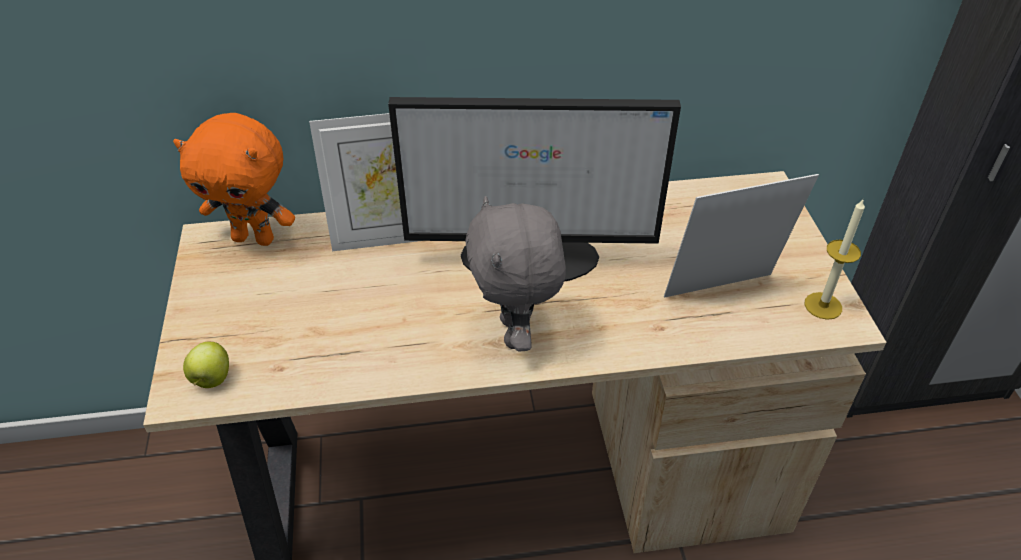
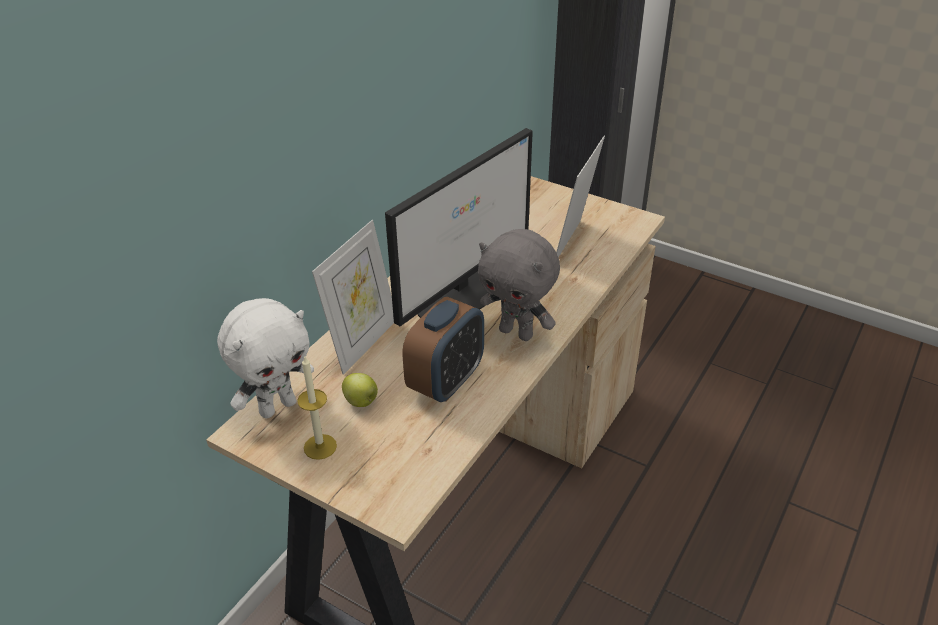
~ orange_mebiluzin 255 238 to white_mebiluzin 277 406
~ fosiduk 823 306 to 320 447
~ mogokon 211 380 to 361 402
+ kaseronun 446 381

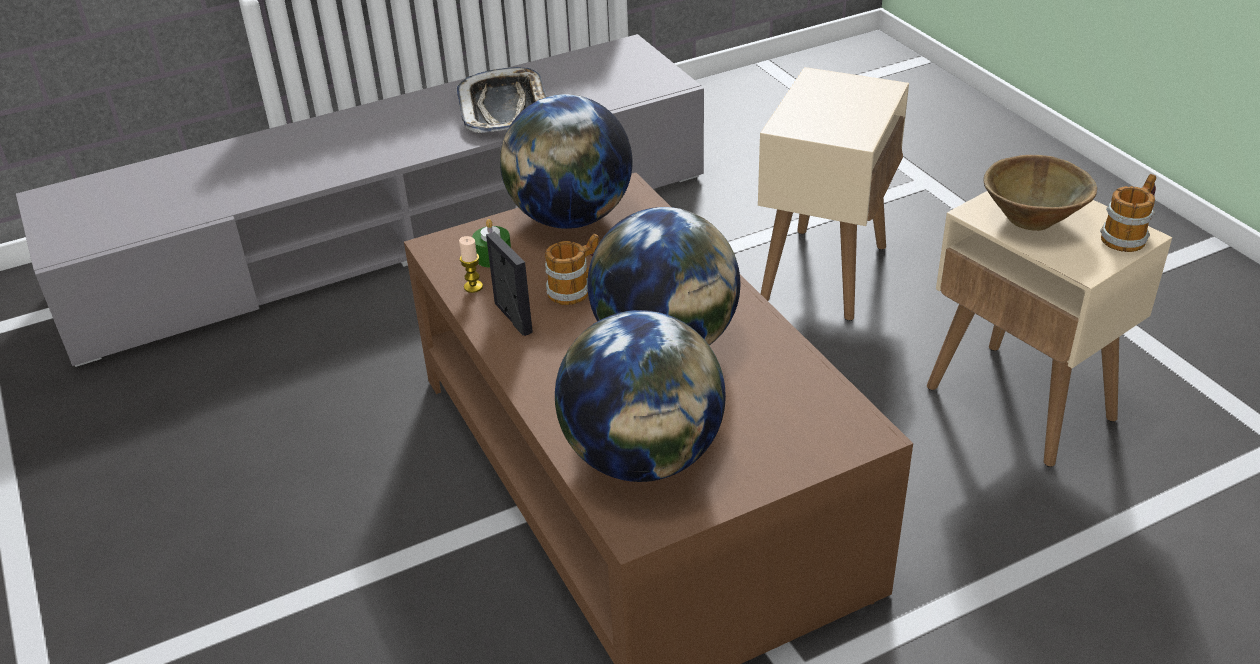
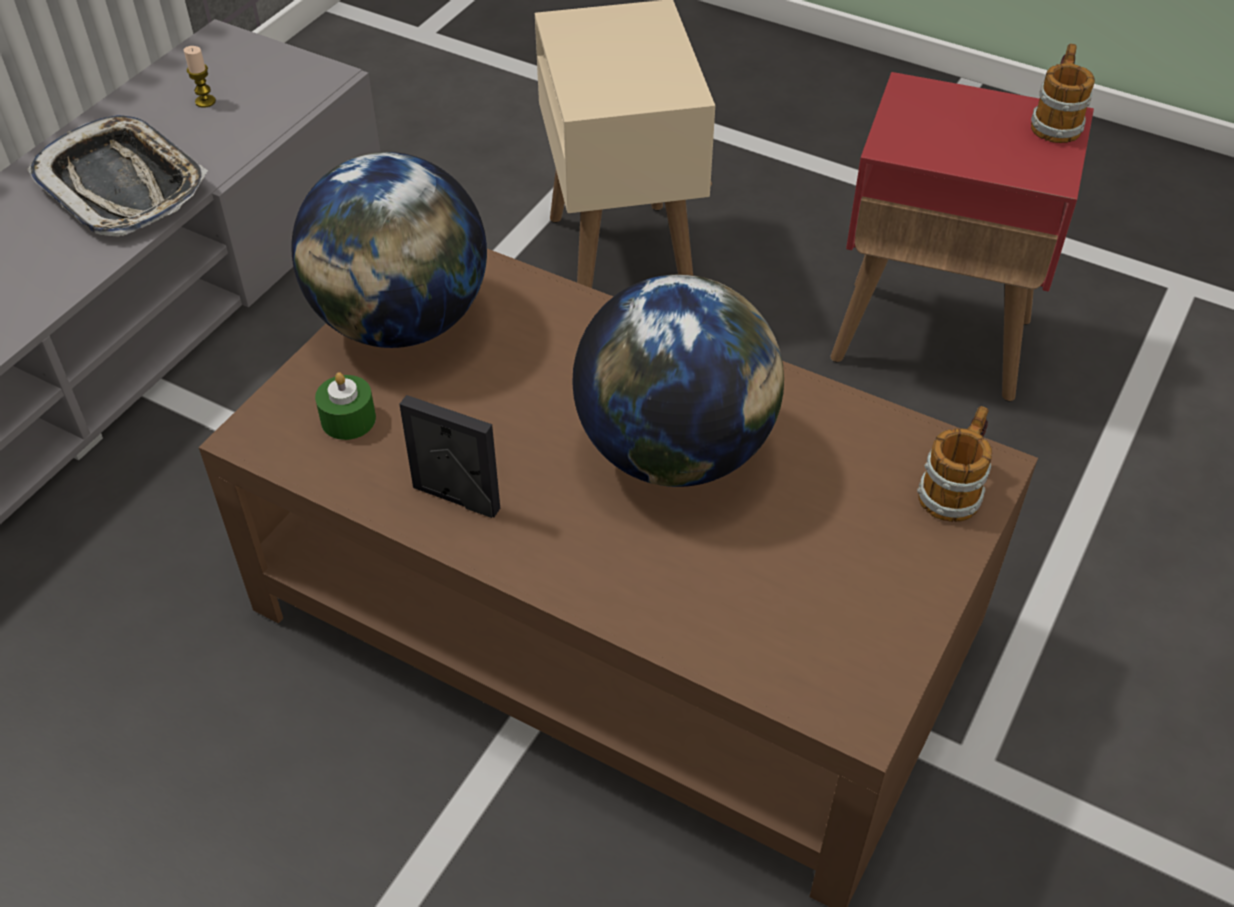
- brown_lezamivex 1031 220
~ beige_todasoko 1021 404 to red_todasoko 933 340
~ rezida 577 290 to 954 489
~ fosiduk 473 287 to 205 101
- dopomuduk 642 458

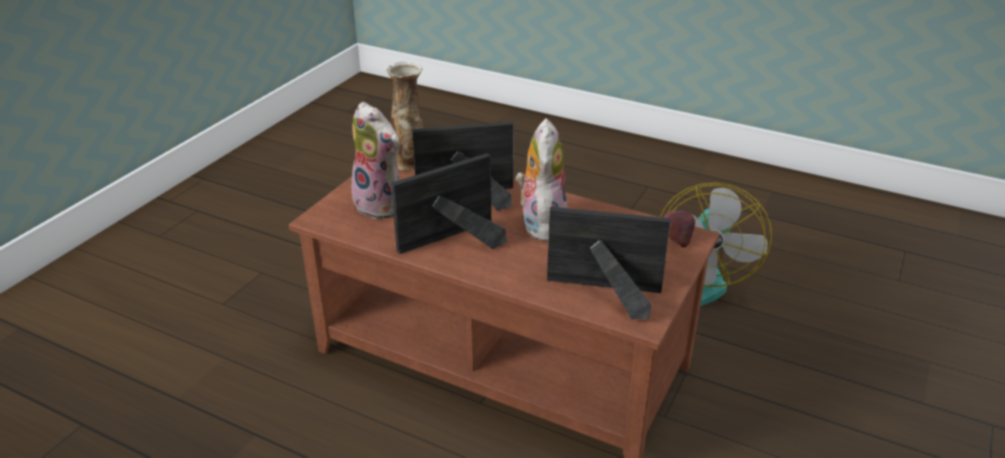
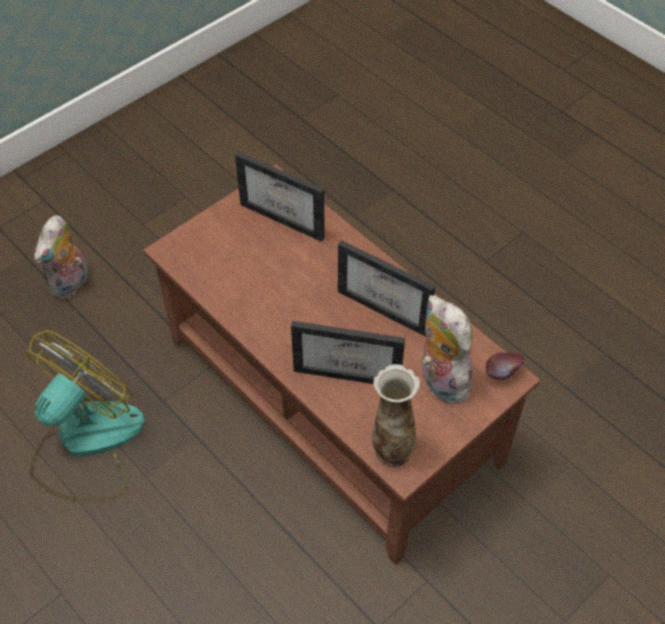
~ mebiluzin 540 223 to 71 284
~ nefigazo 448 242 = 389 306 45 degrees clockwise
~ mogokon 676 240 to 501 373

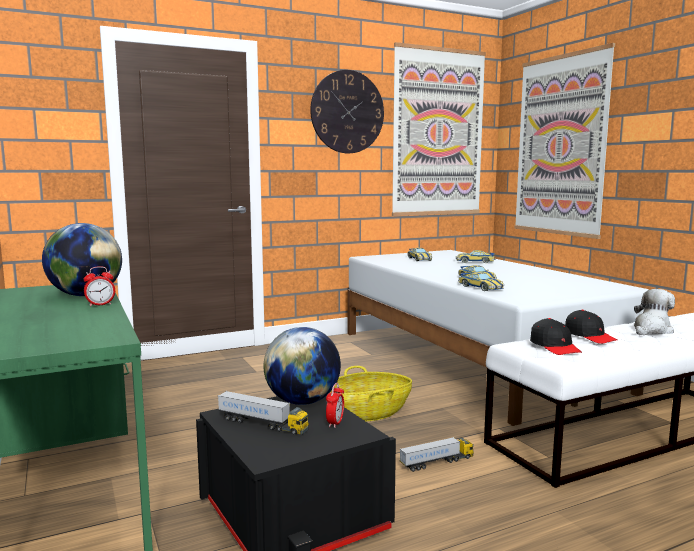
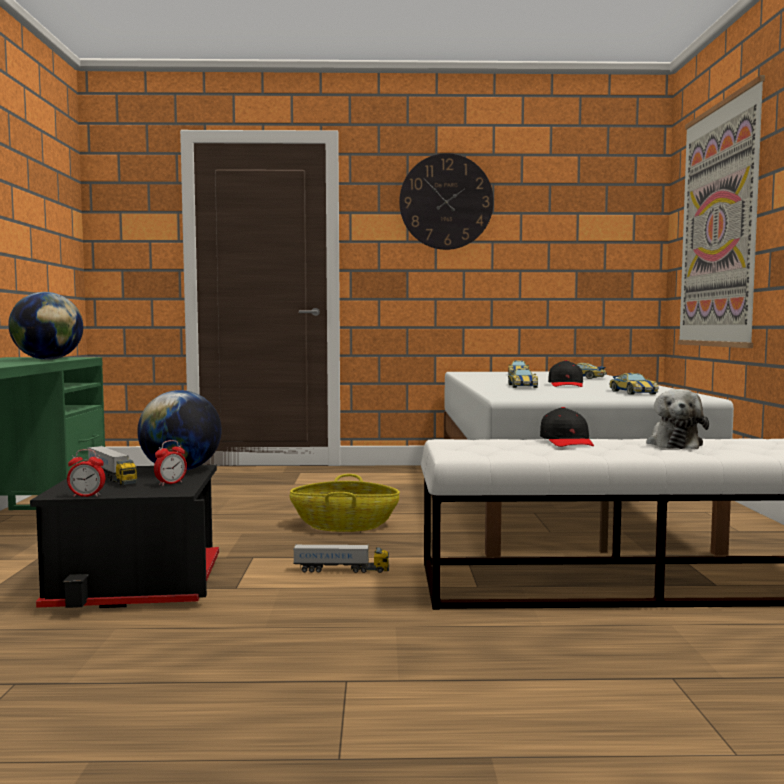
- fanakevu 438 133
~ kaseronun 100 305 to 87 496
~ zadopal 480 287 to 633 392
~ mebiluzin 651 330 = 674 444 120 degrees clockwise
~ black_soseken 555 346 to 566 385

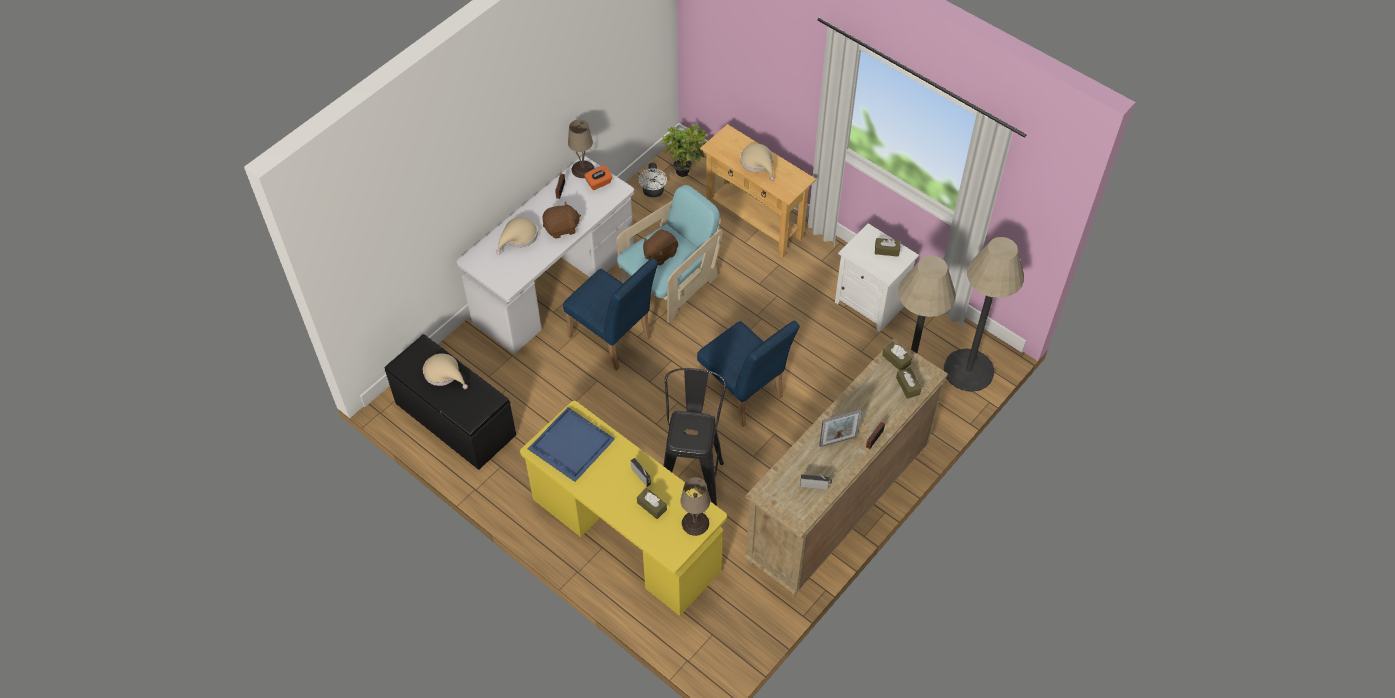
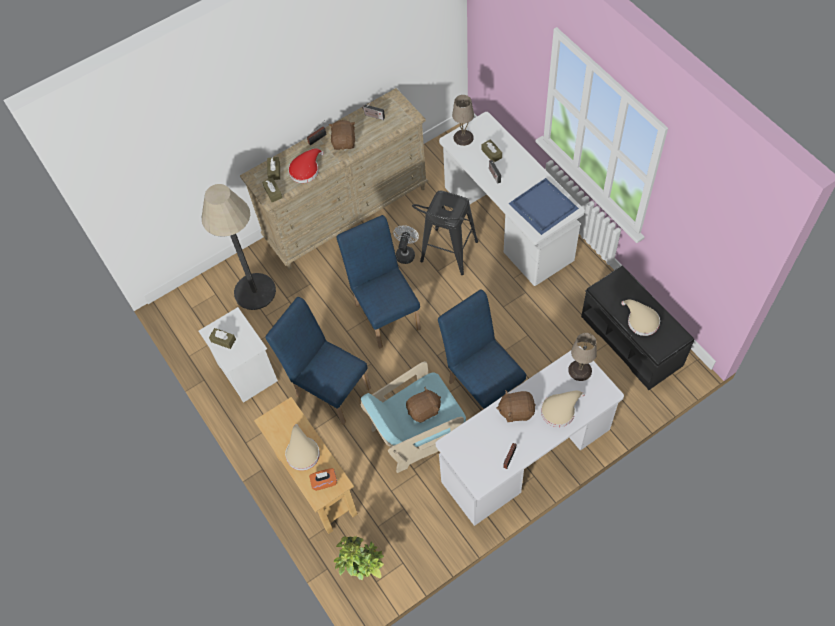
~ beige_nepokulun 583 169 to 579 370
~ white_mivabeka 653 192 to 406 253
~ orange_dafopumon 599 183 to 324 482
- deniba 968 370
~ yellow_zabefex 626 535 to white_zabefex 507 223
~ nefigazo 838 441 to brown_mebiluzin 344 142
+ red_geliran 306 169
+ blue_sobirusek 329 388

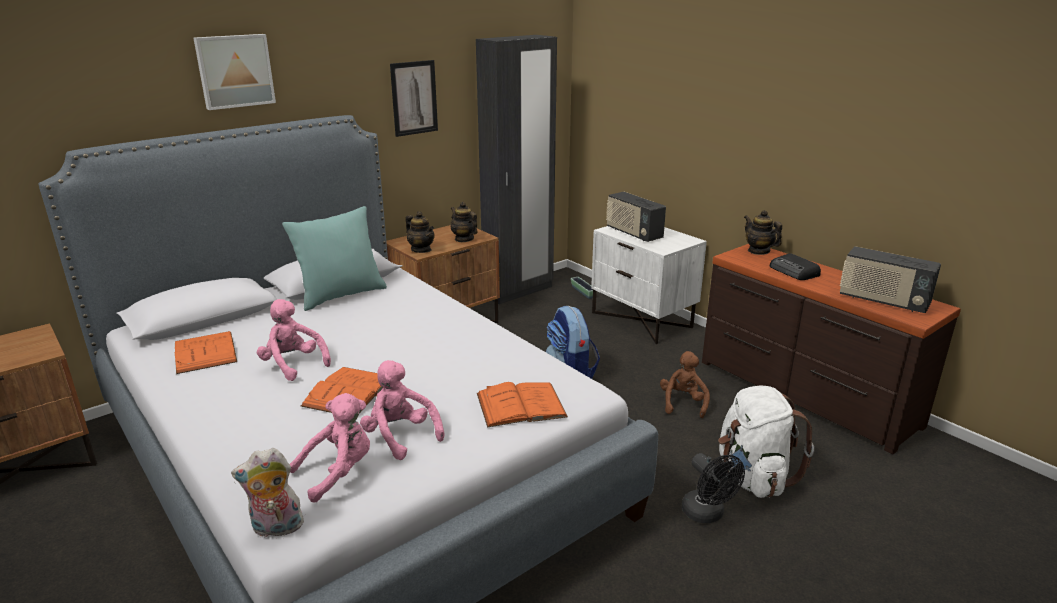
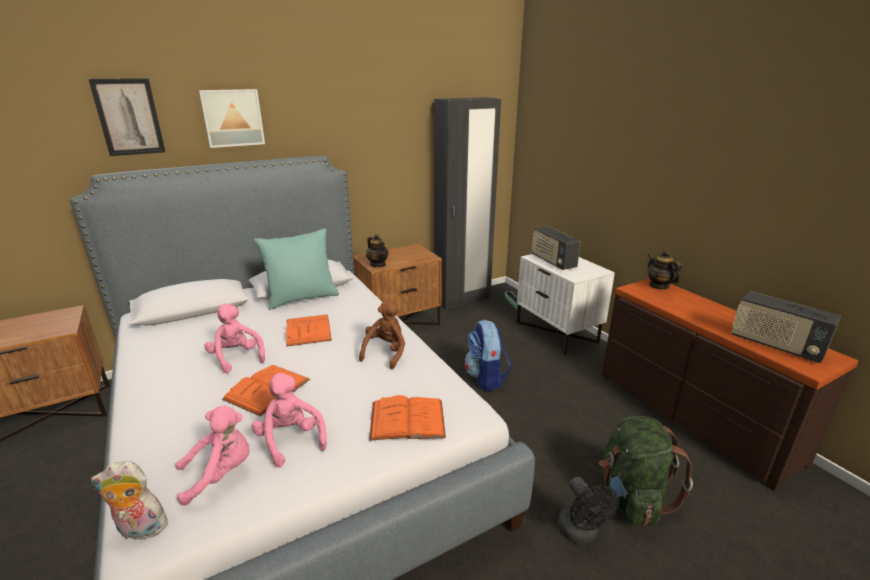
~ fanakevu 414 98 to 129 117
- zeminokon 464 239
- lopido 794 272
~ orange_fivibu 205 352 to 308 330
~ brown_mebiluzin 683 403 to 385 353
~ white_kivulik 753 477 to green_kivulik 631 498

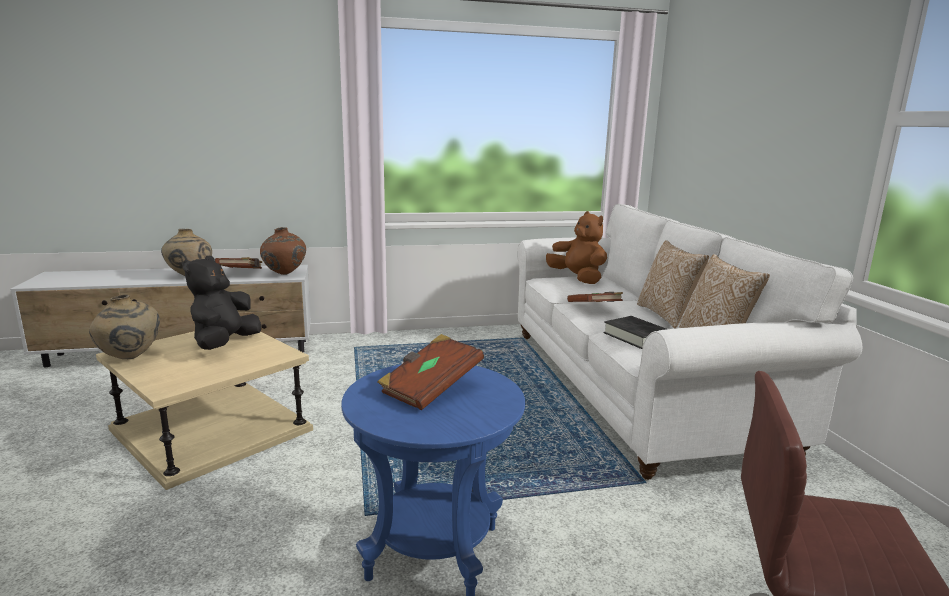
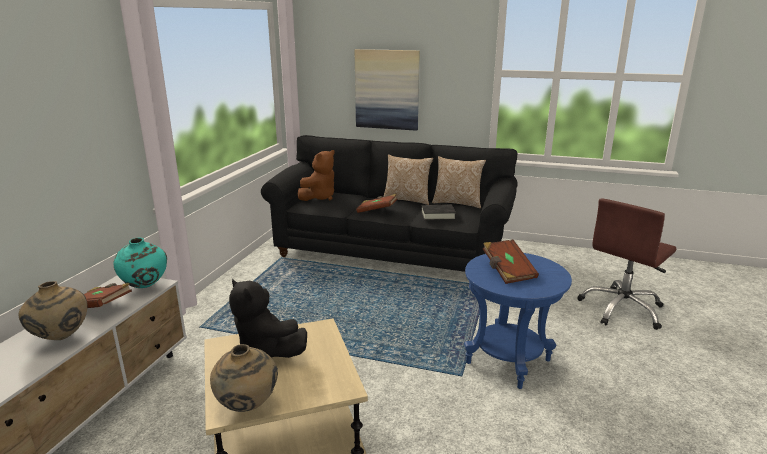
~ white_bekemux 632 387 to black_bekemux 391 252
~ brown_mebiluzin 578 279 = 319 197 135 degrees clockwise
~ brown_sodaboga 285 274 to turquoise_sodaboga 145 287
+ fanakevu 387 89

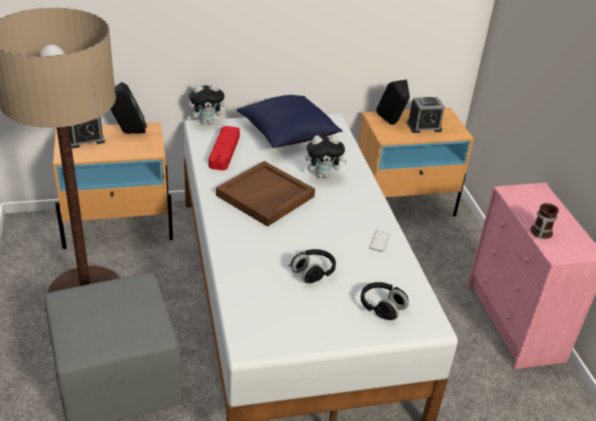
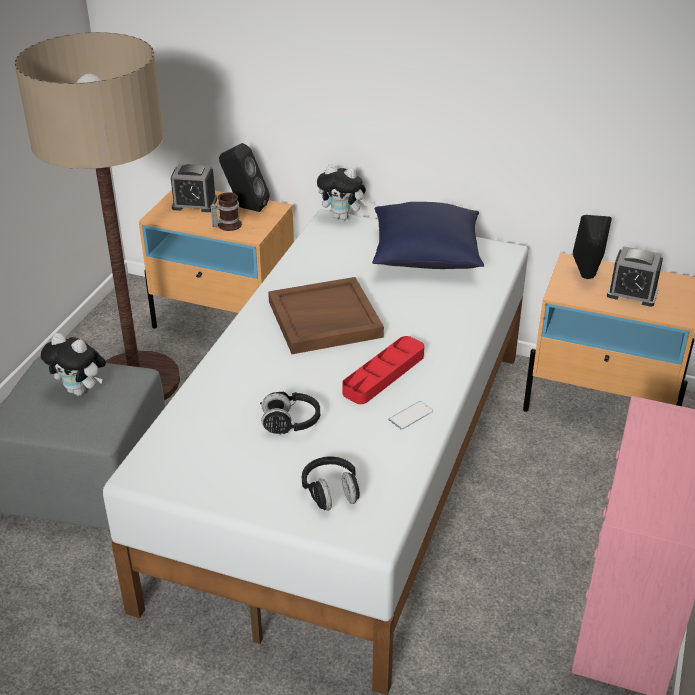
~ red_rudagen 224 151 to 384 374
~ mebiluzin 323 175 to 80 390
~ rezida 540 232 to 227 225

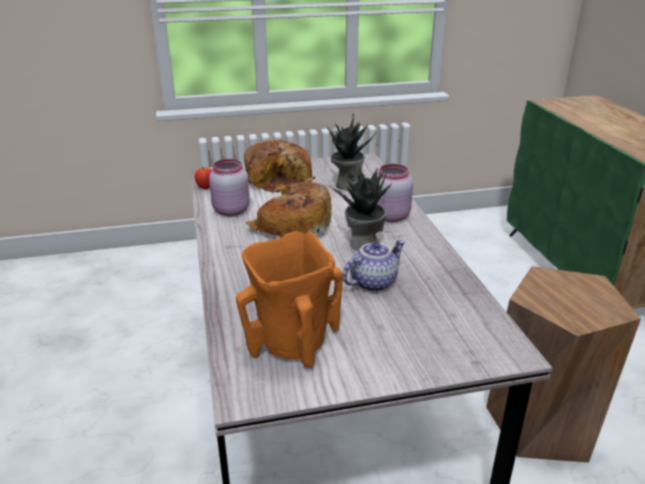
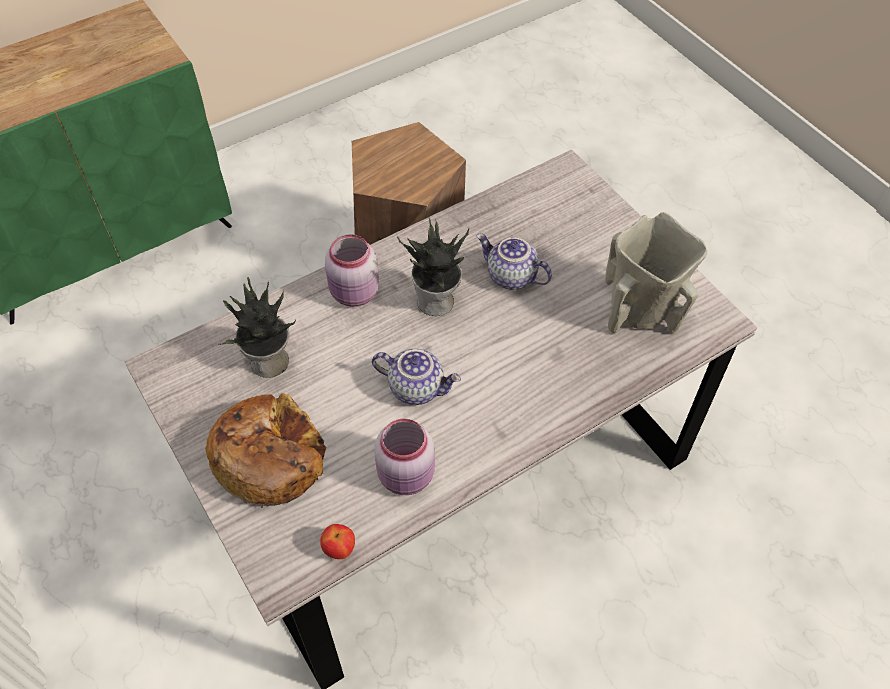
~ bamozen 292 225 to zeminokon 417 387
~ orange_sodaboga 290 344 to beige_sodaboga 641 311

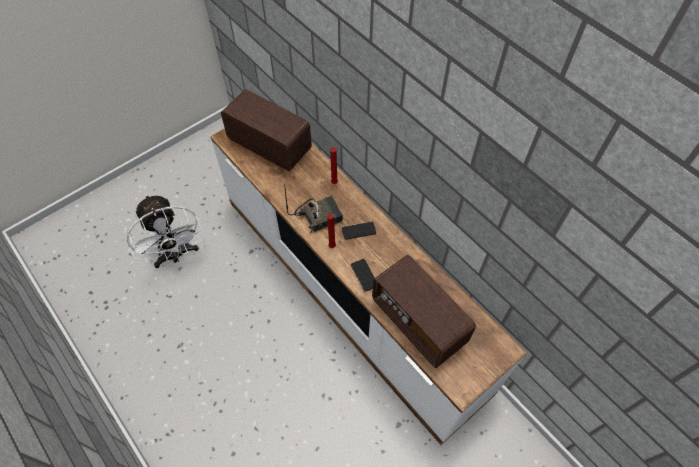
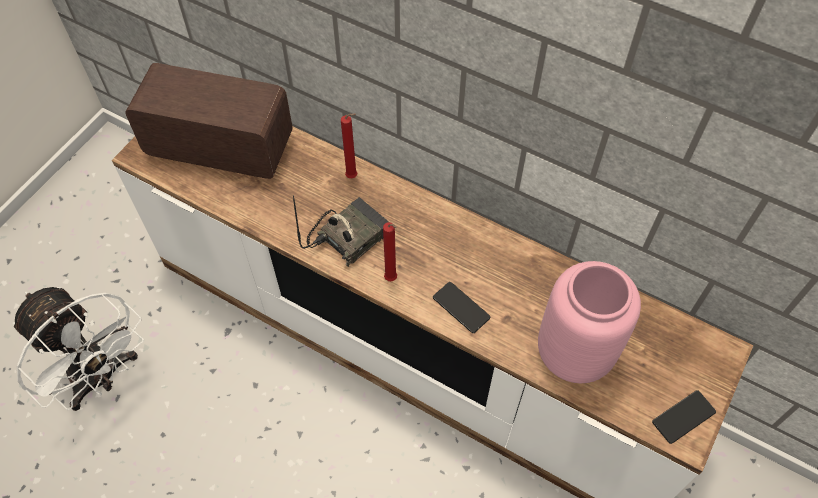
~ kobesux 358 231 to 683 417
~ lopido 418 321 to pink_sodaboga 576 353

